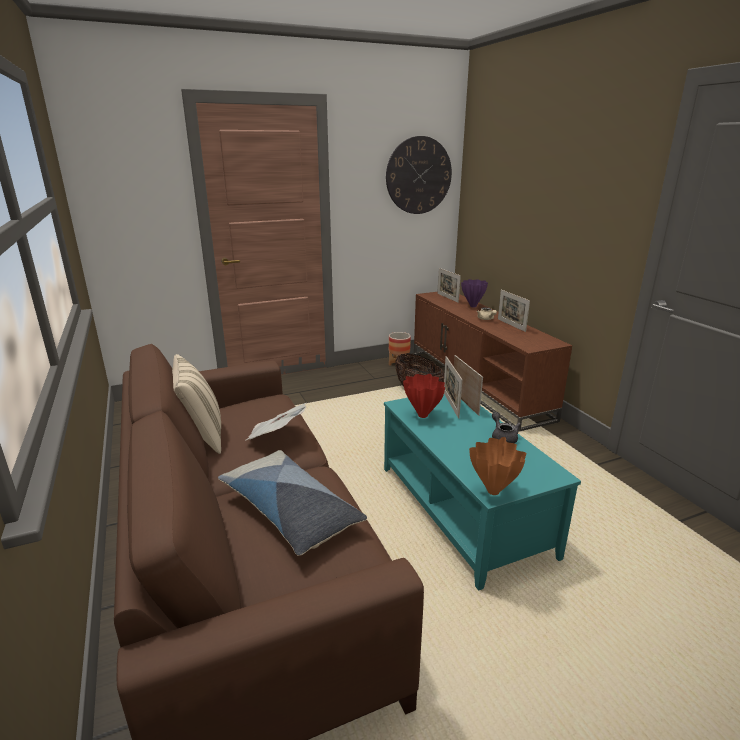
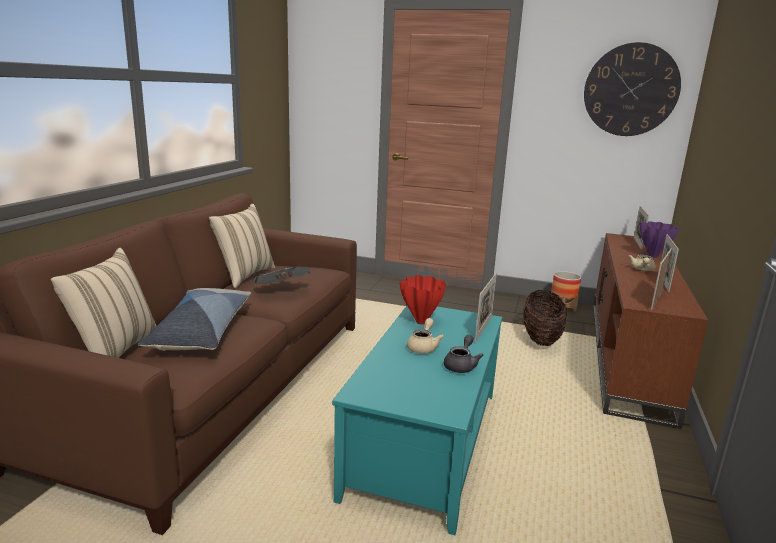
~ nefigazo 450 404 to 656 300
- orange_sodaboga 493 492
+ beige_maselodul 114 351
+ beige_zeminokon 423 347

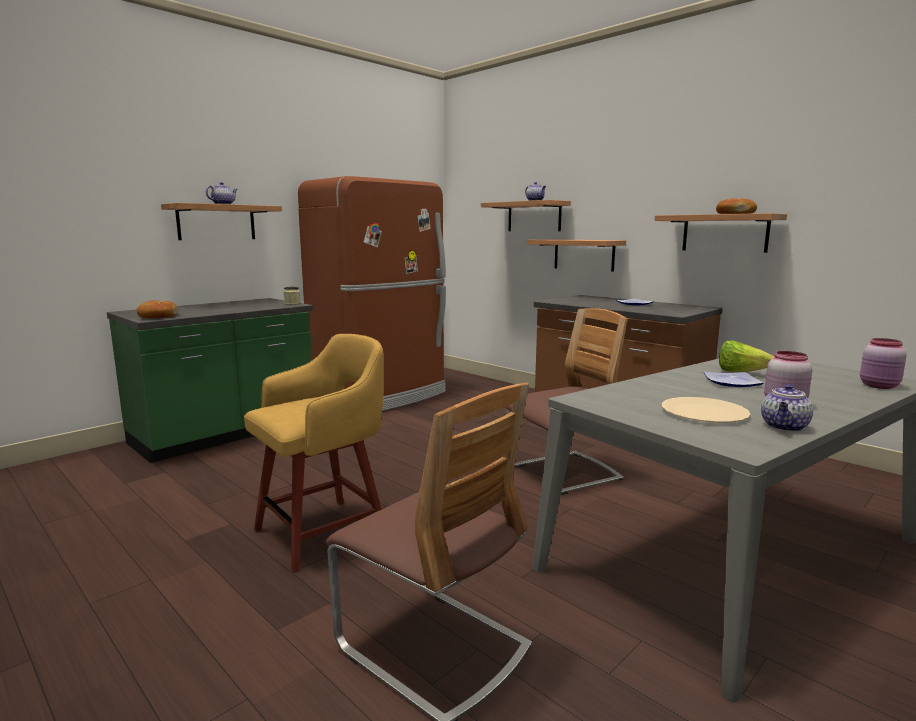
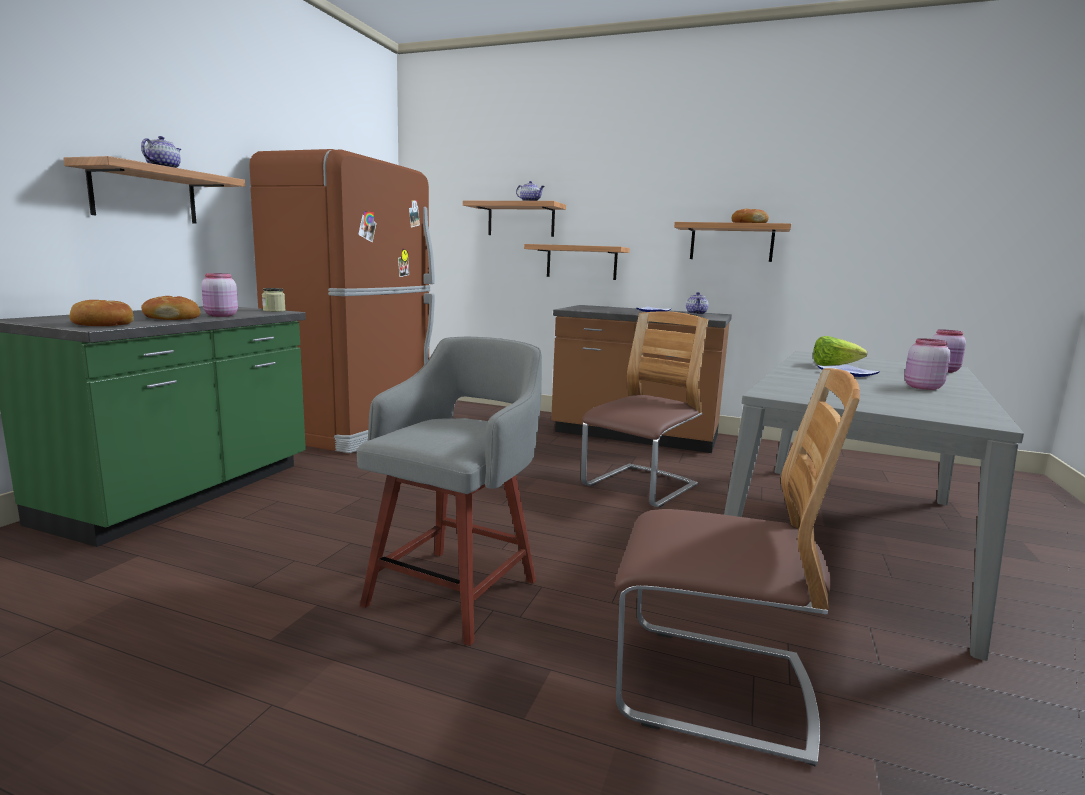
~ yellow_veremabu 325 532 to grey_veremabu 456 590
~ zeminokon 784 427 to 696 313
- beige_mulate 704 413
+ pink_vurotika 220 315
+ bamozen 172 318

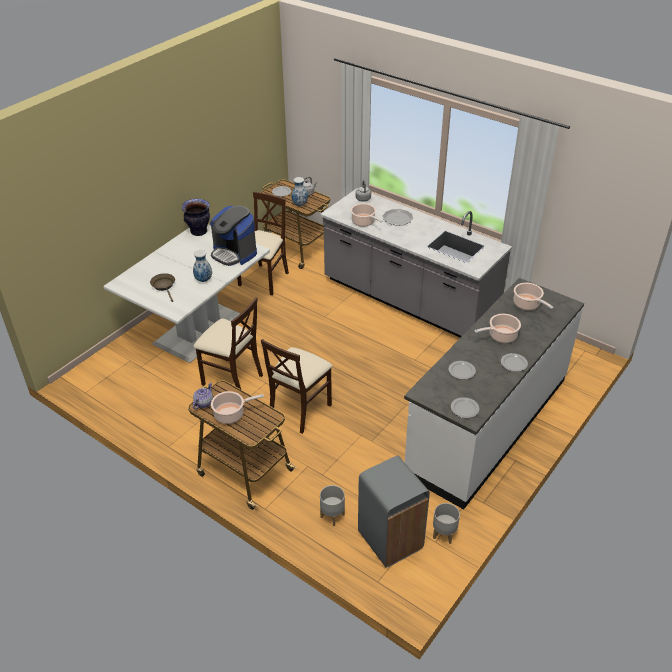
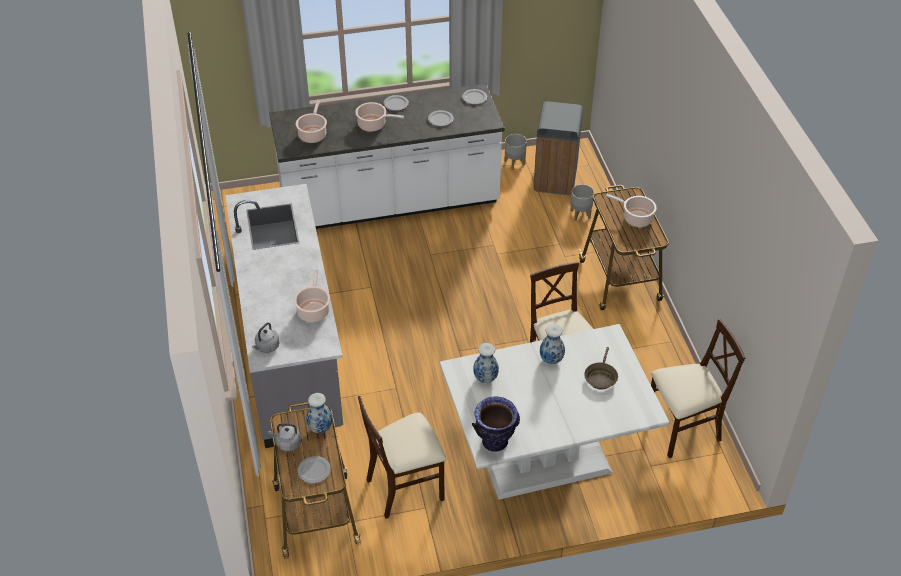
~ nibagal 234 253 to sodaboga 485 378
- mulate 397 219
~ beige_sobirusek 299 410 to 682 429
- zeminokon 203 403

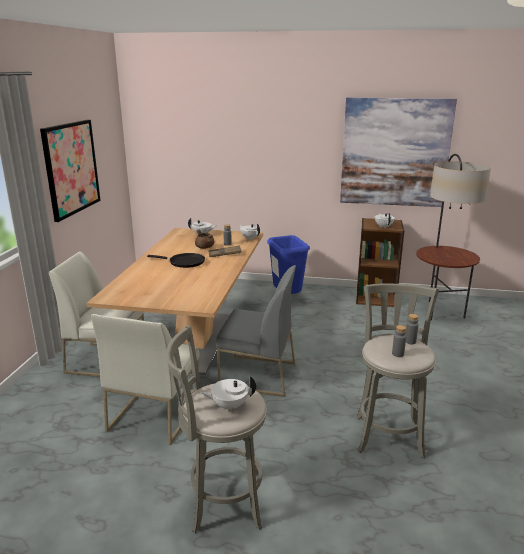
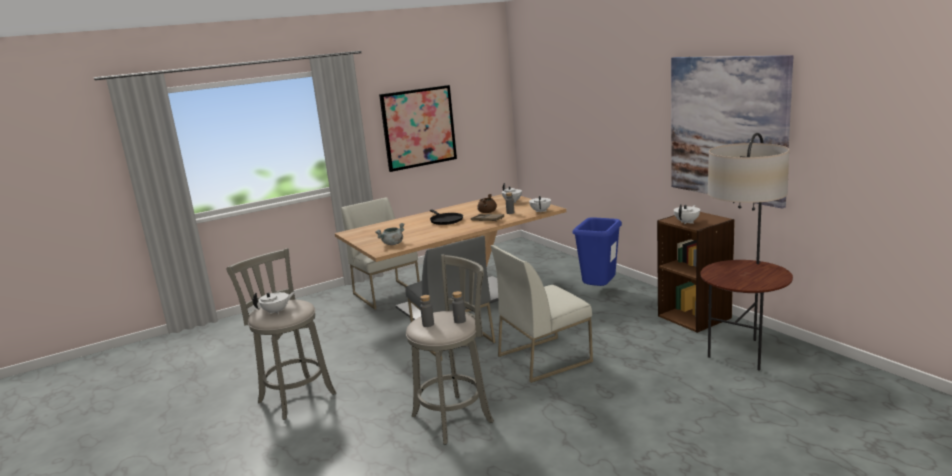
~ white_sobirusek 154 414 to 544 358
~ white_zeminokon 229 406 = 276 311 105 degrees clockwise
+ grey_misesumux 392 244

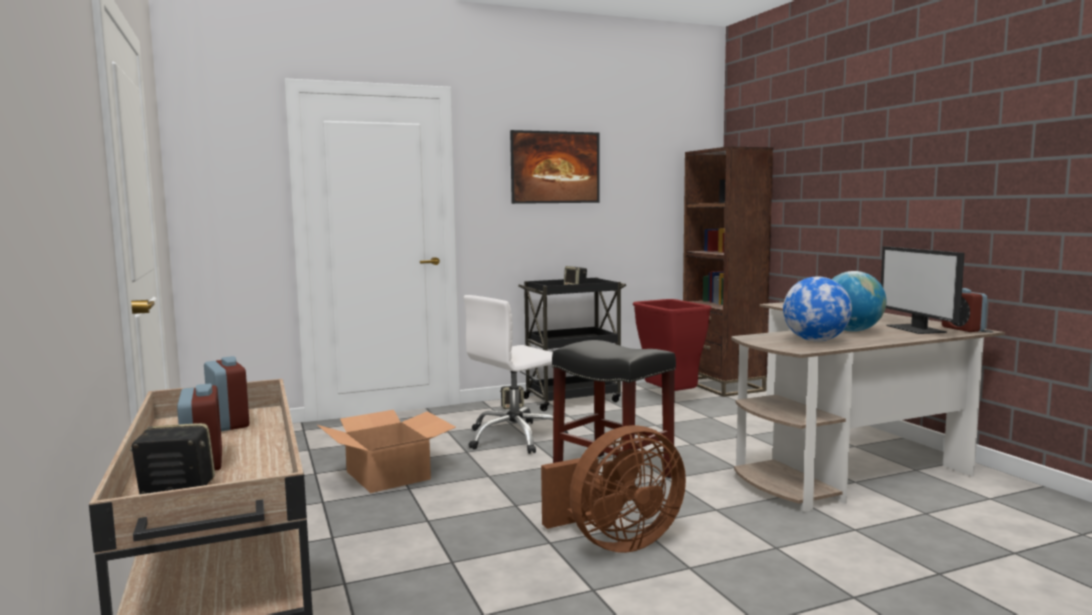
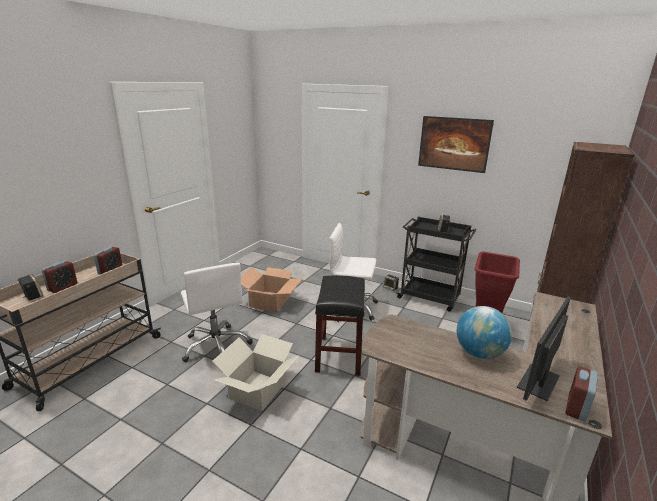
- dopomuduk 815 341
~ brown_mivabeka 615 543 to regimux 258 390
+ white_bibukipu 216 346

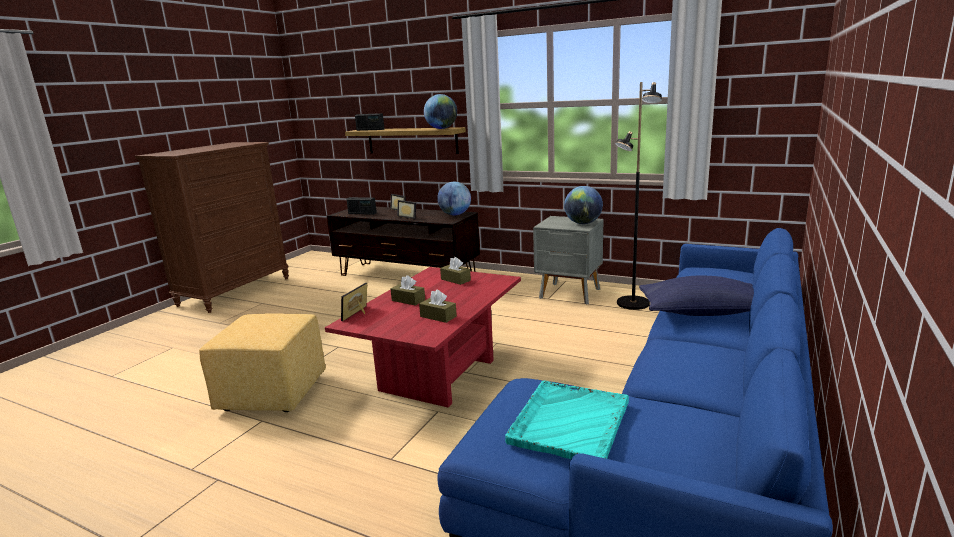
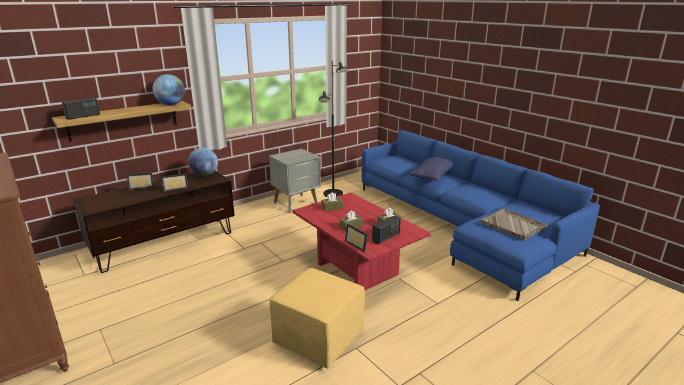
- dopomuduk 583 223
~ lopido 362 213 to 386 237
~ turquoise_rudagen 569 423 to grey_rudagen 513 225

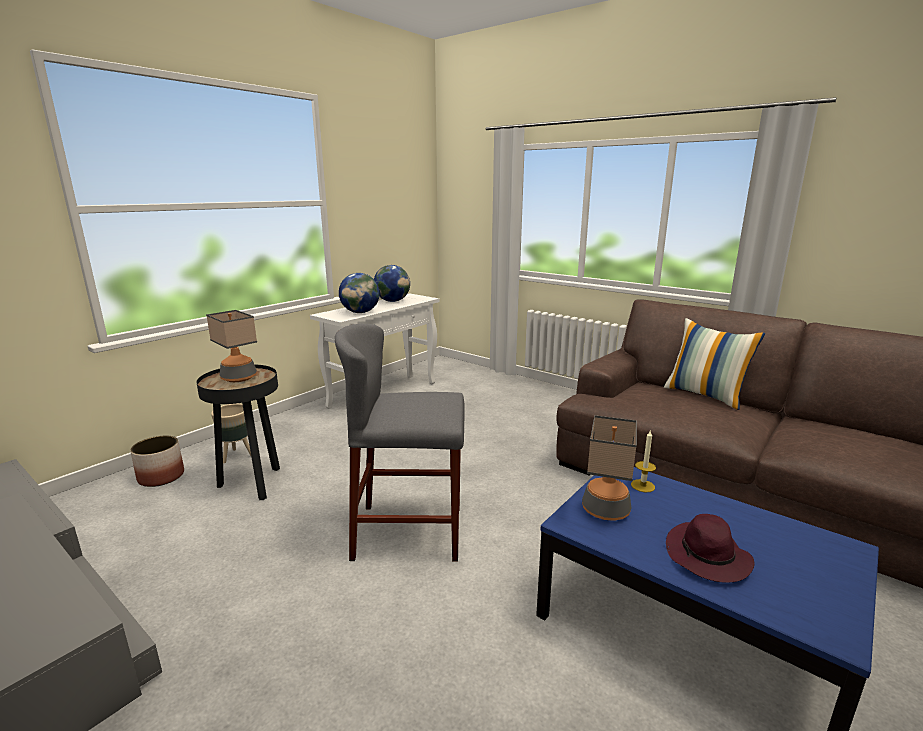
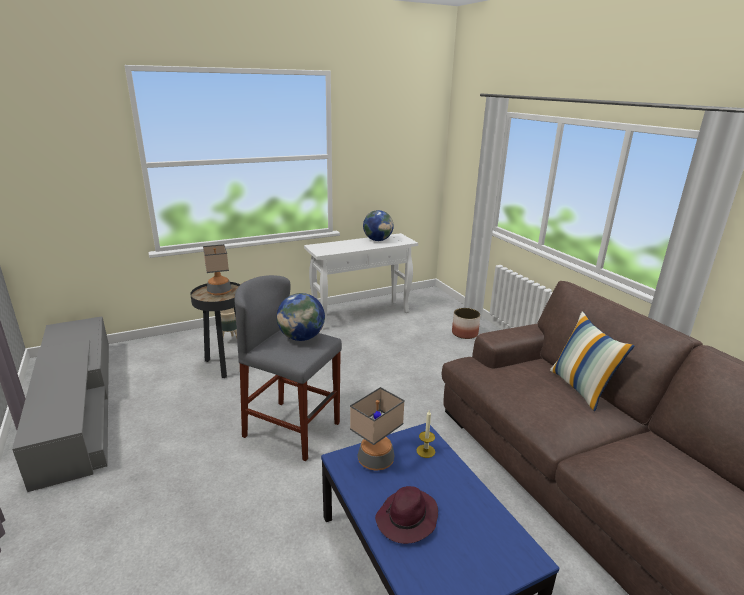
~ dopomuduk 360 312 to 302 337
~ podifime 161 477 to 464 333

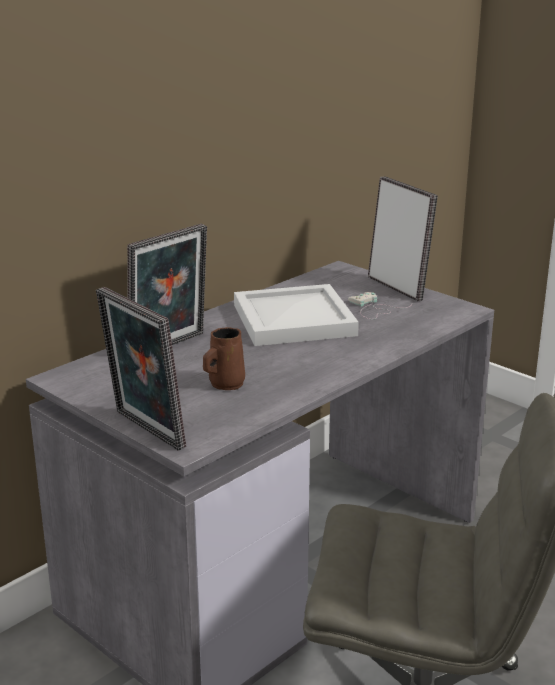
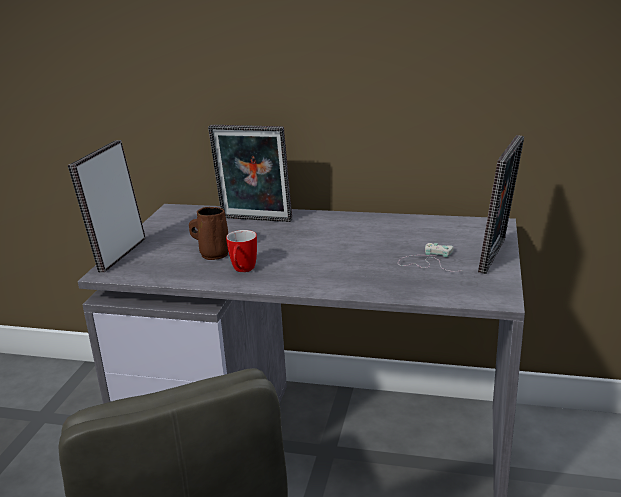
- white_rudagen 296 320
+ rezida 242 271

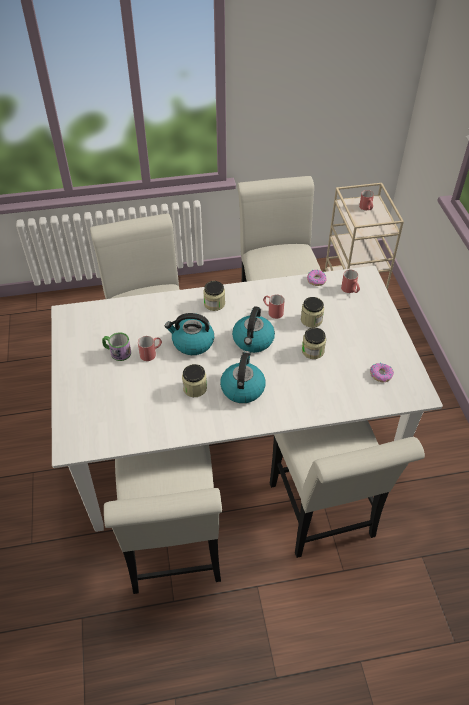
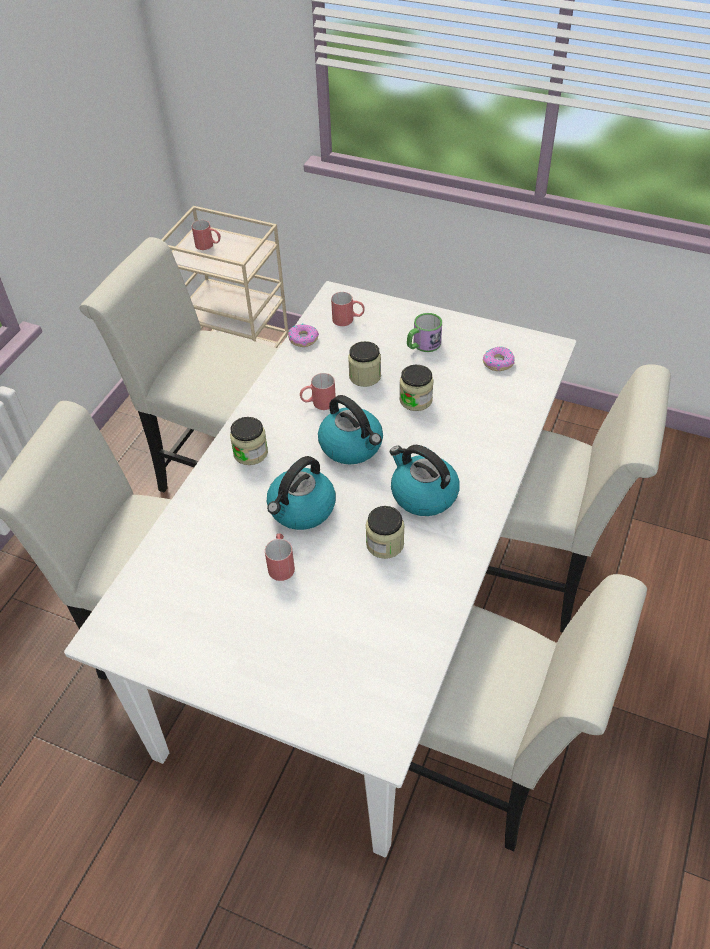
~ rezida 117 352 to 423 345

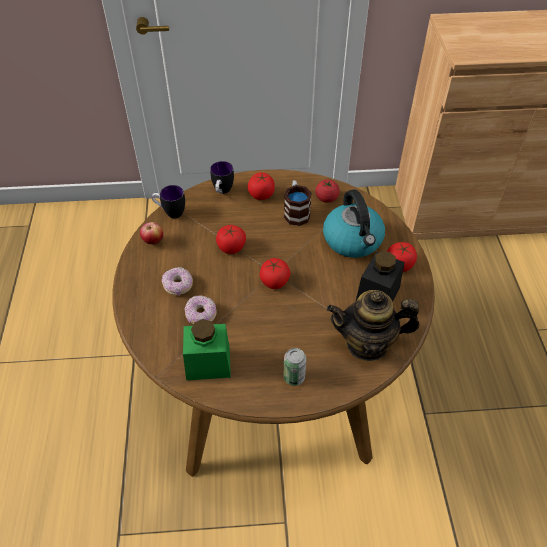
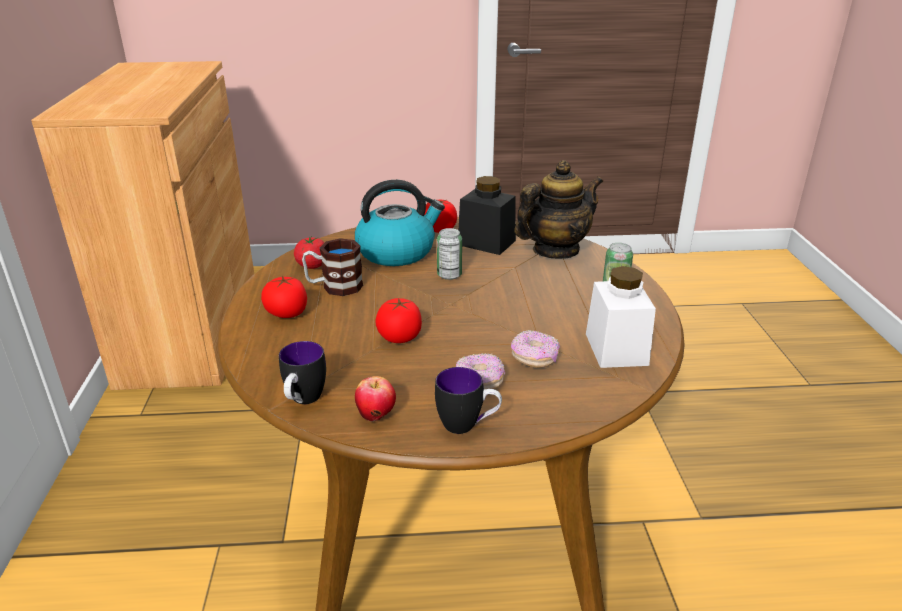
~ rezida 222 192 to 467 426
- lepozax 274 282
~ zeminokon 367 344 = 555 250 120 degrees counterclockwise
~ green_vurotika 208 363 to white_vurotika 616 349
+ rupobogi 449 275

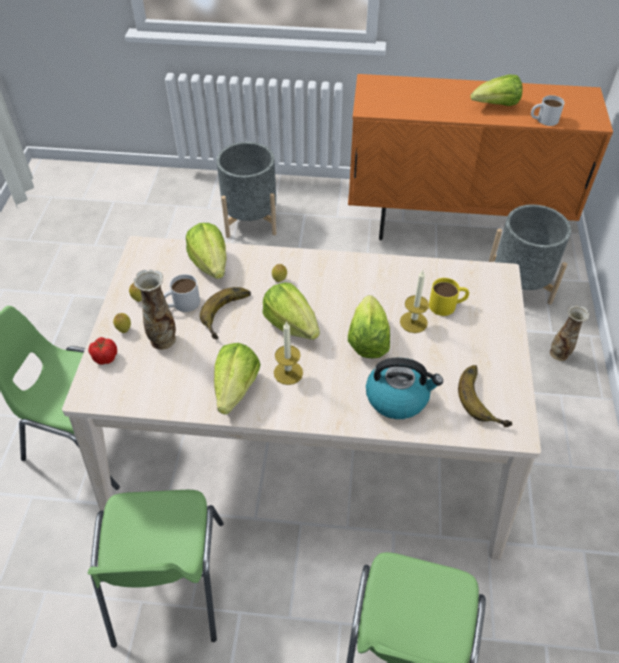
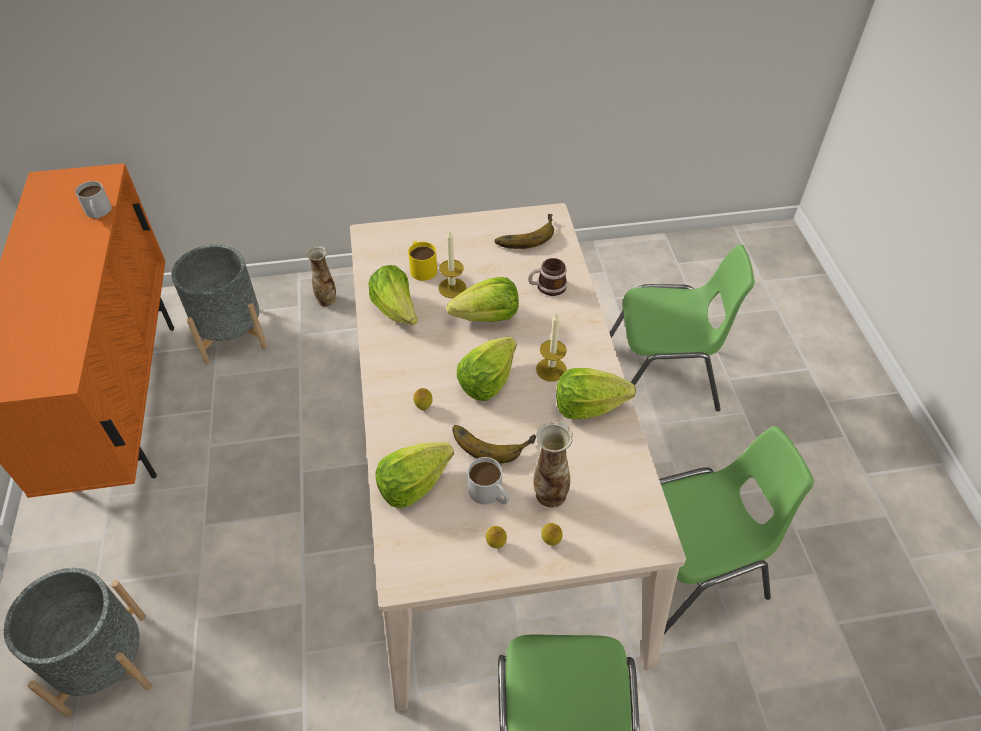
~ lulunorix 496 105 to 396 310
- lepozax 104 357
~ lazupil 398 397 to rezida 547 287

